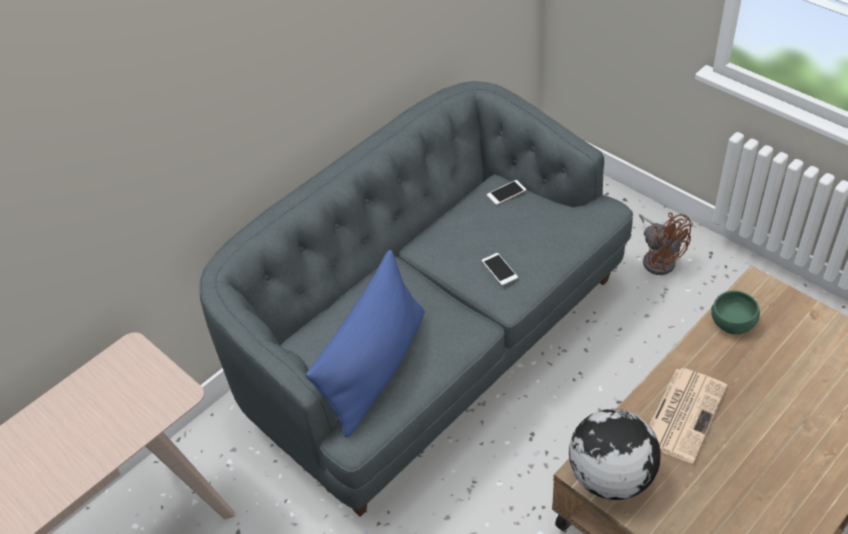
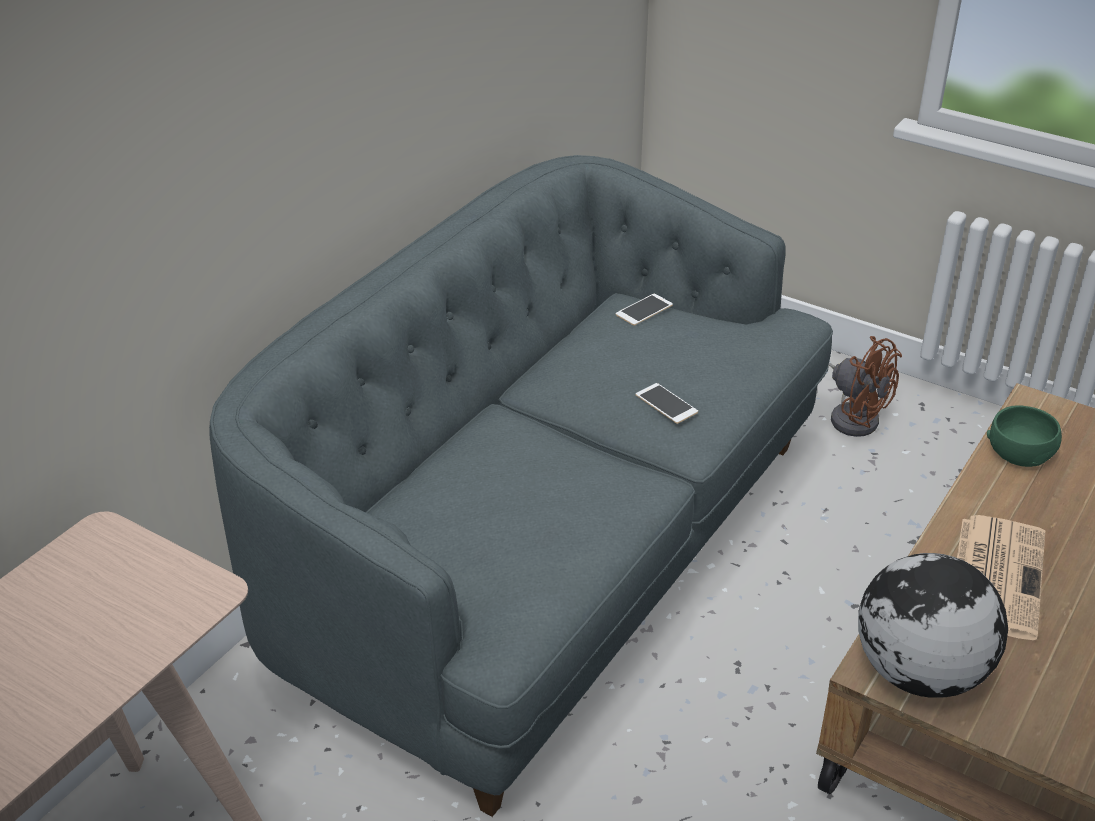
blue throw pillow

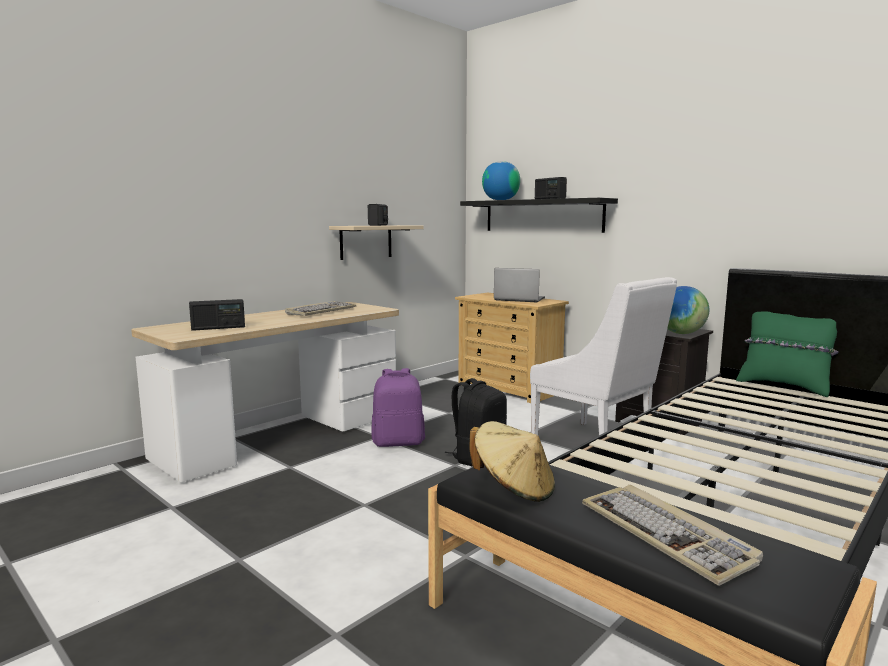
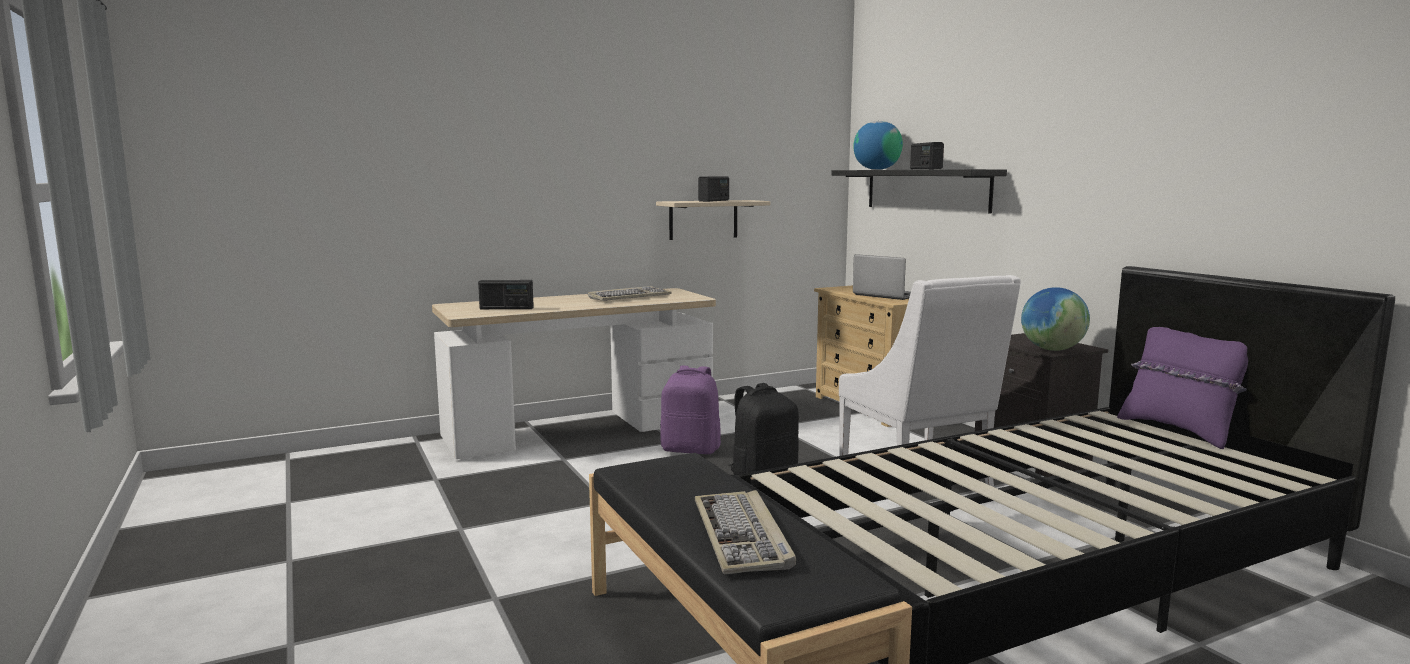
sand-coloured hat; purple throw pillow

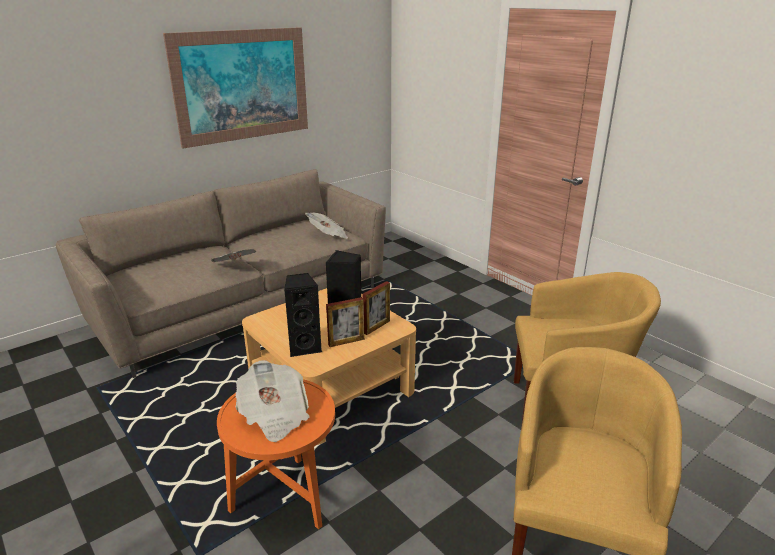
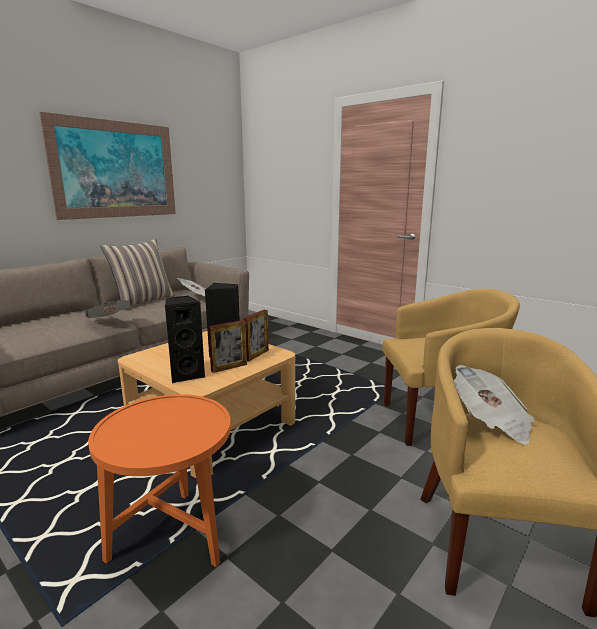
printed paper (3rd from left); throw pillow

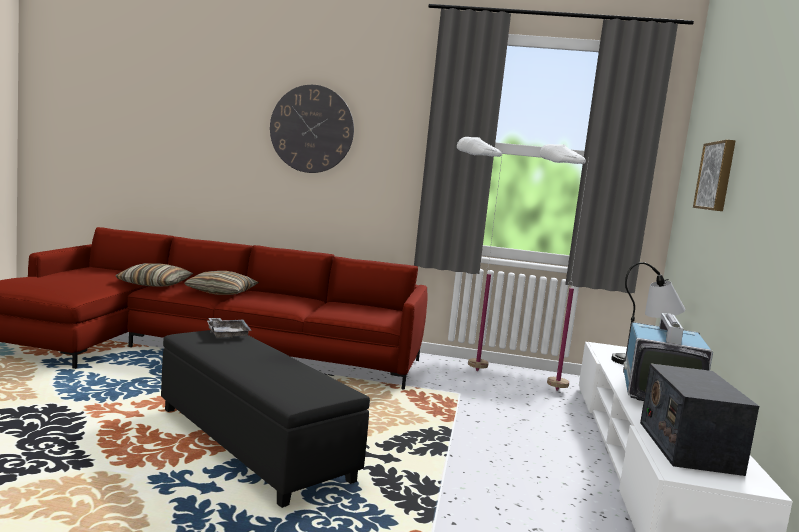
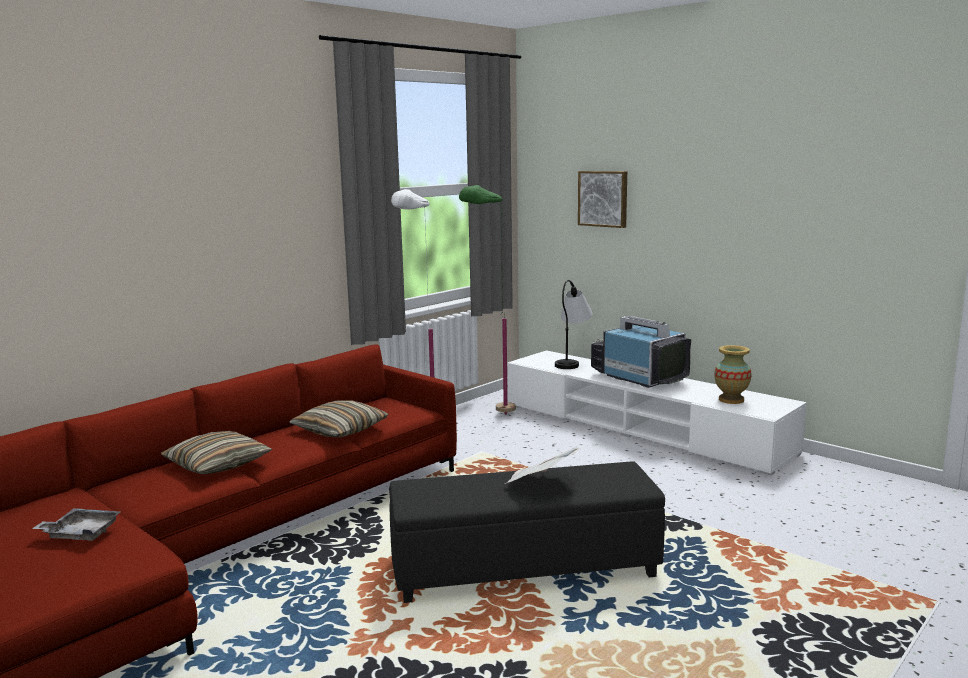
throw pillow (2nd from left); greyish serving tray; clock on the wall; green standard lamp; flower vase; printed paper

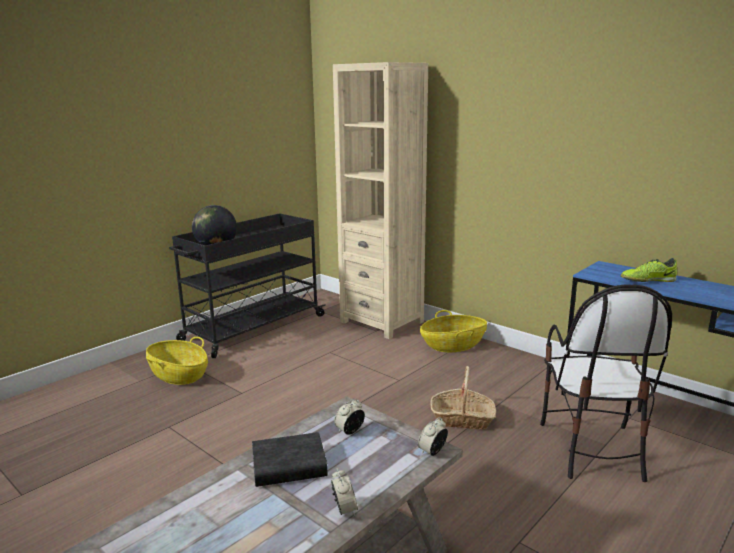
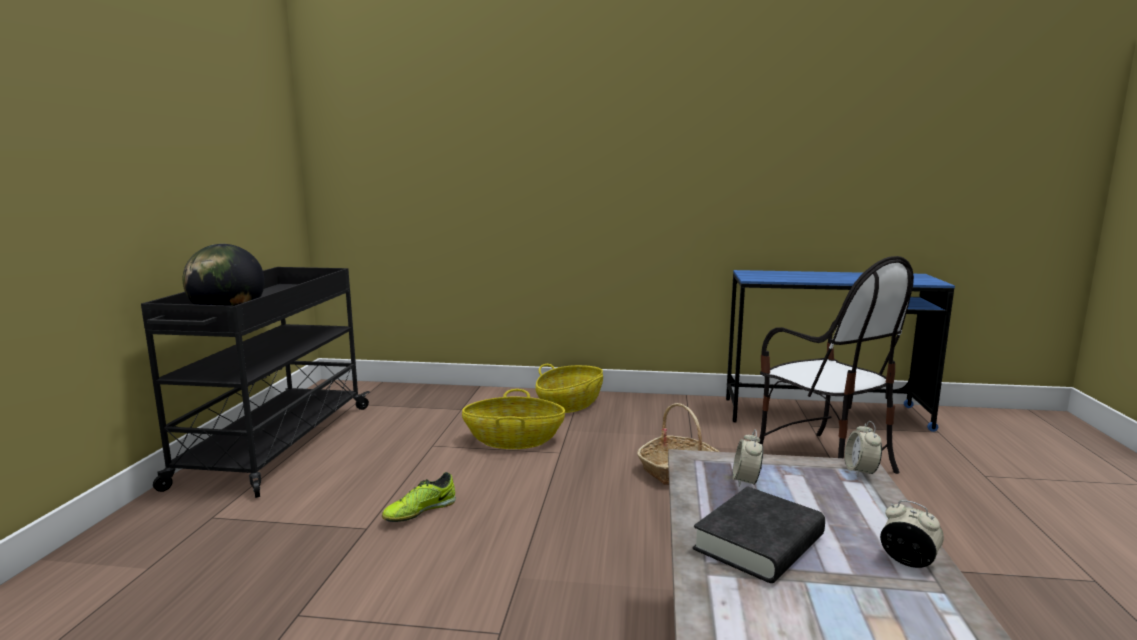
household basket (1st from left); sand-coloured shelving unit; shoe

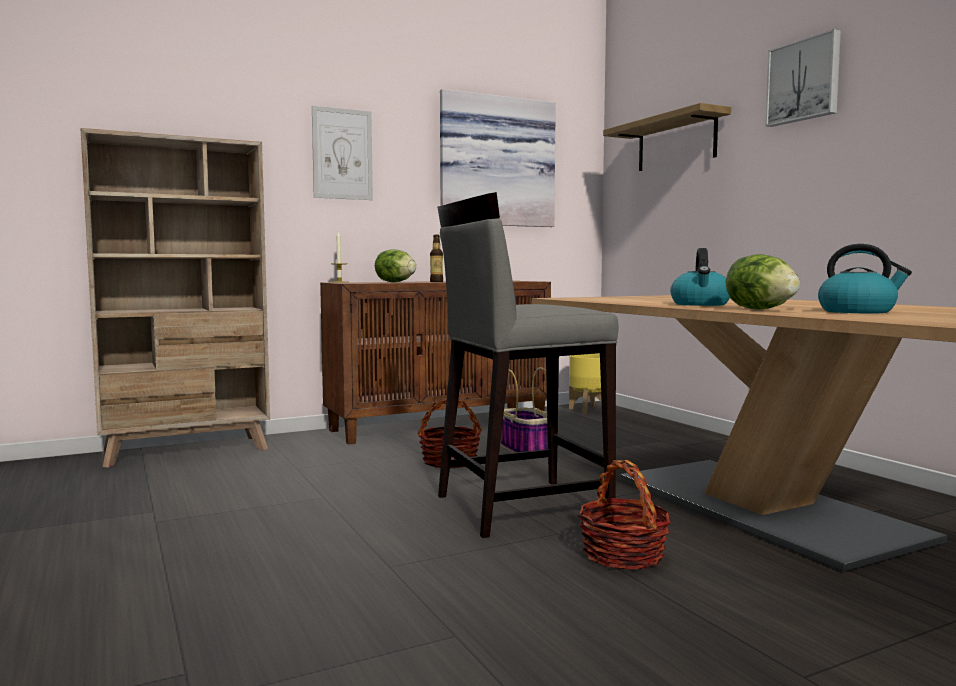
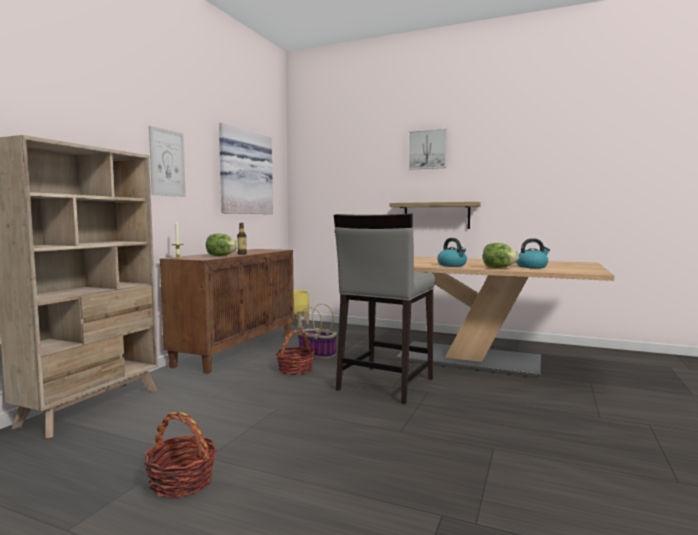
household basket (1st from left); wall shelf

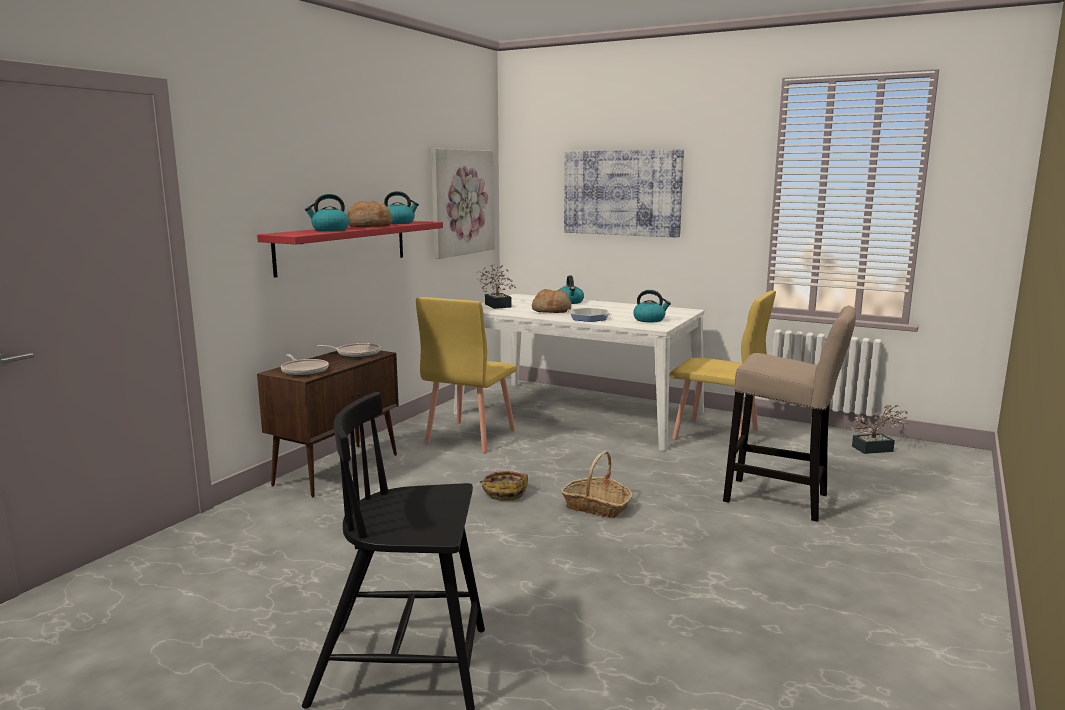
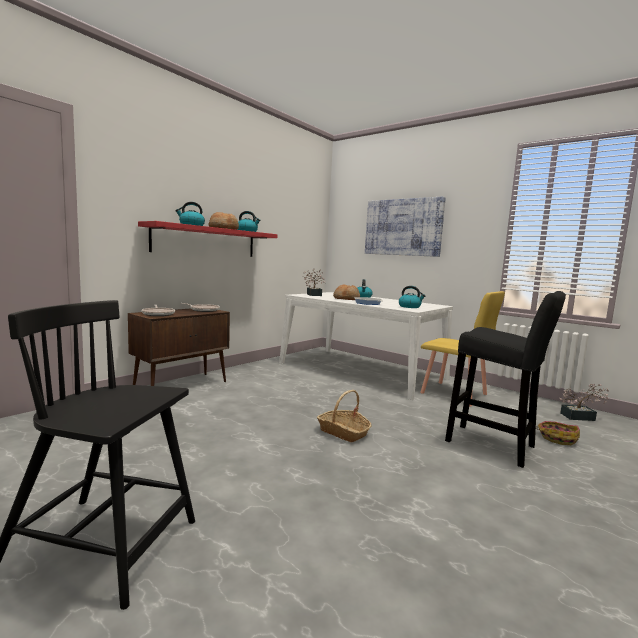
yellow-coloured plain chair (1st from left in the first image); picture (1st from left in the first image); household basket (2nd from left); black-coloured stool

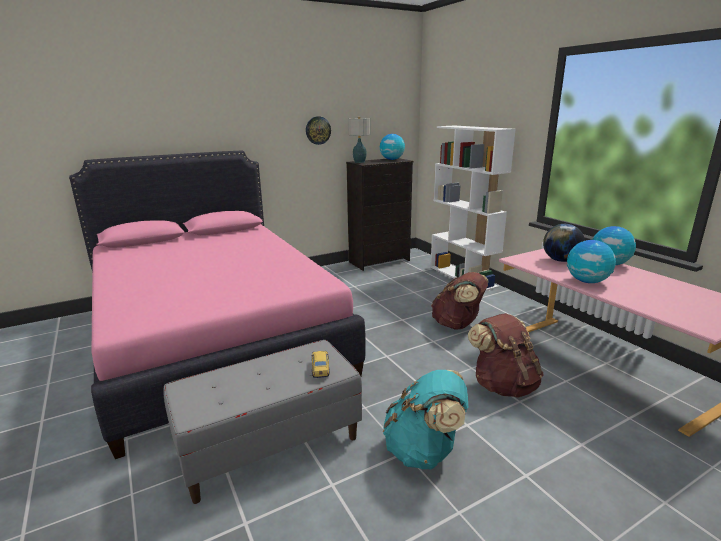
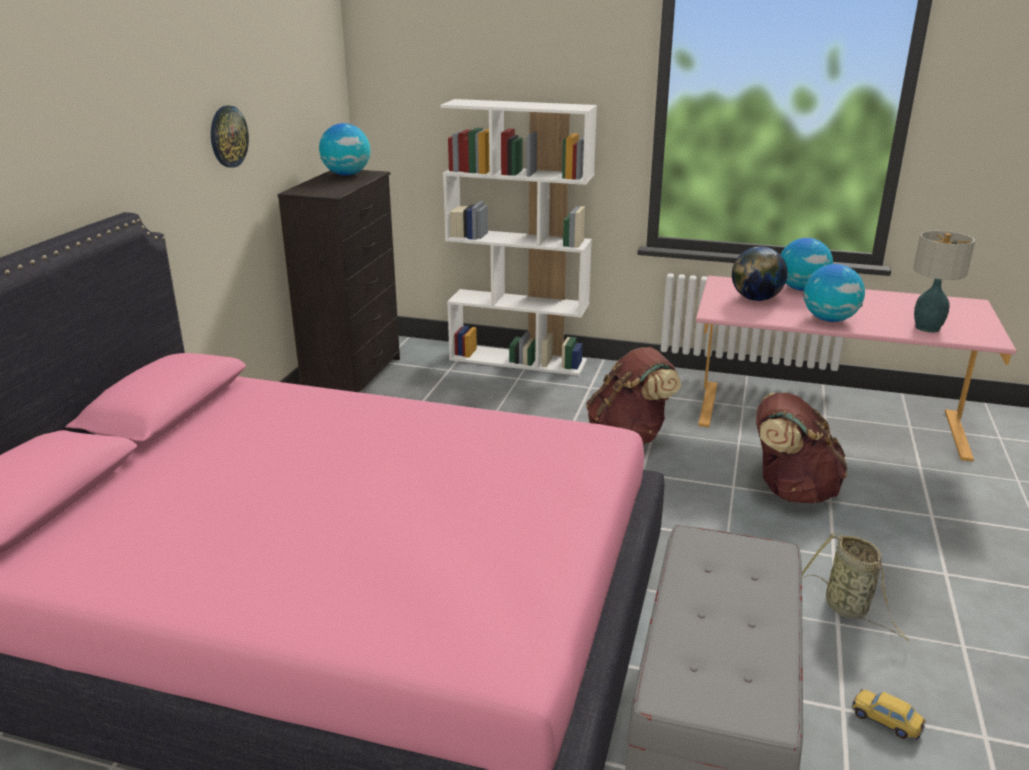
toy car; lamp for a table; household basket

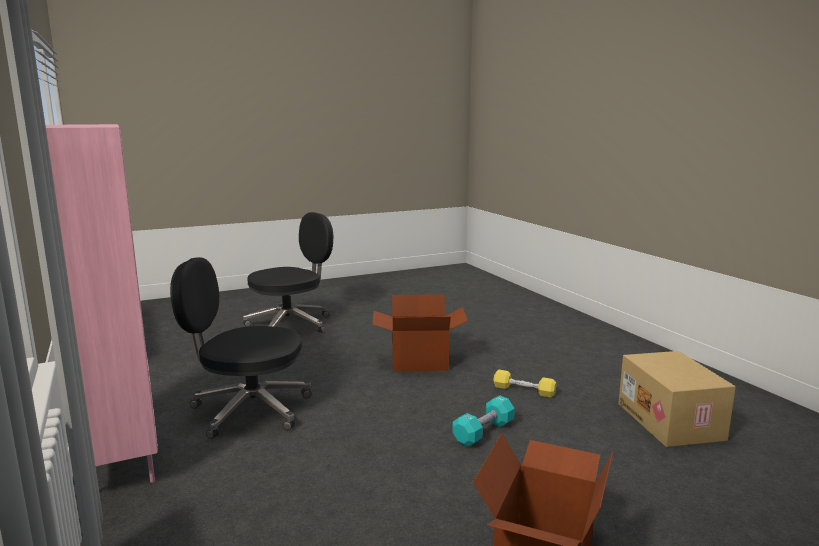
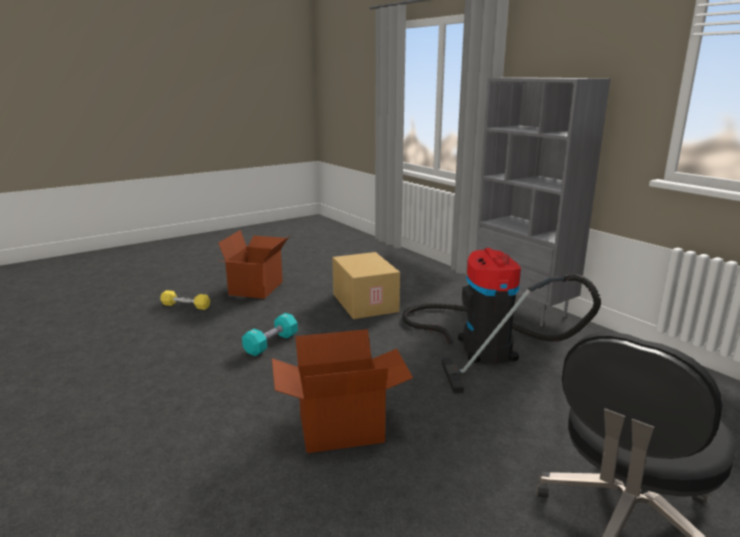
greyish shelving unit; vacuum; yellow-coloured free weight; carton (3rd from left)

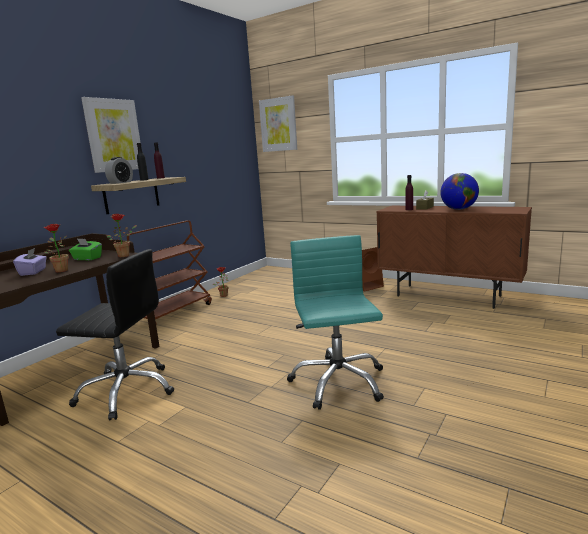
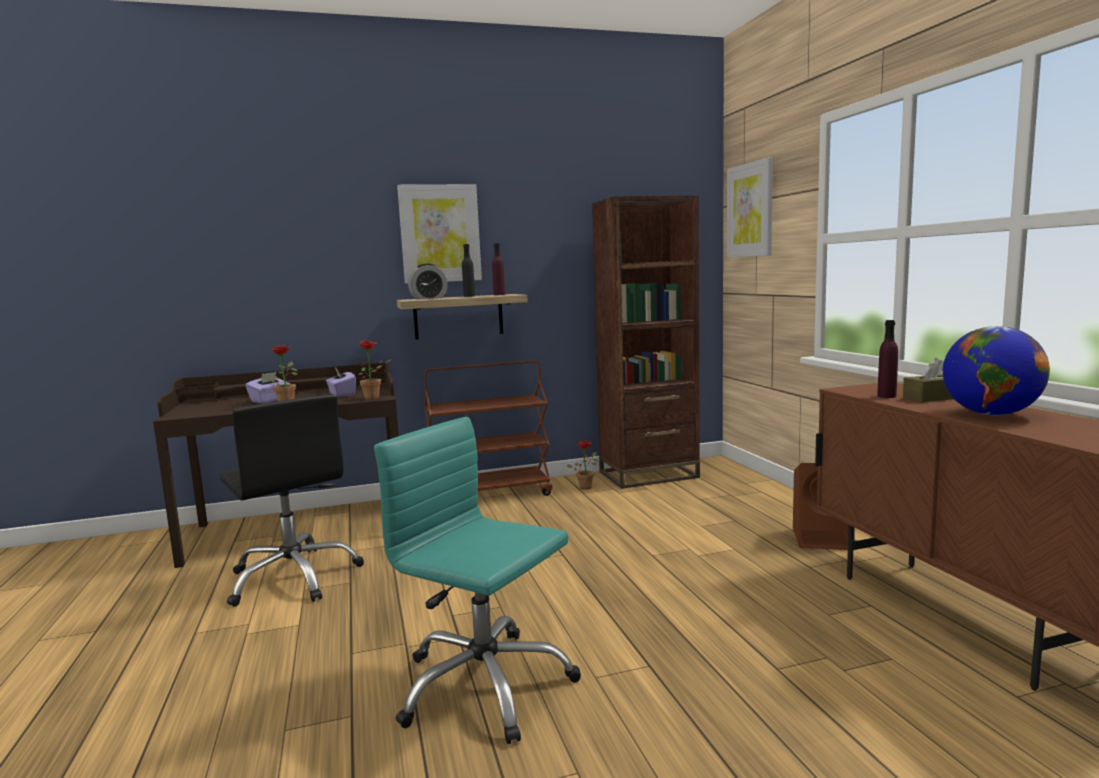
purple tissue holder (2nd from left); blue-green office chair; brown shelving unit

